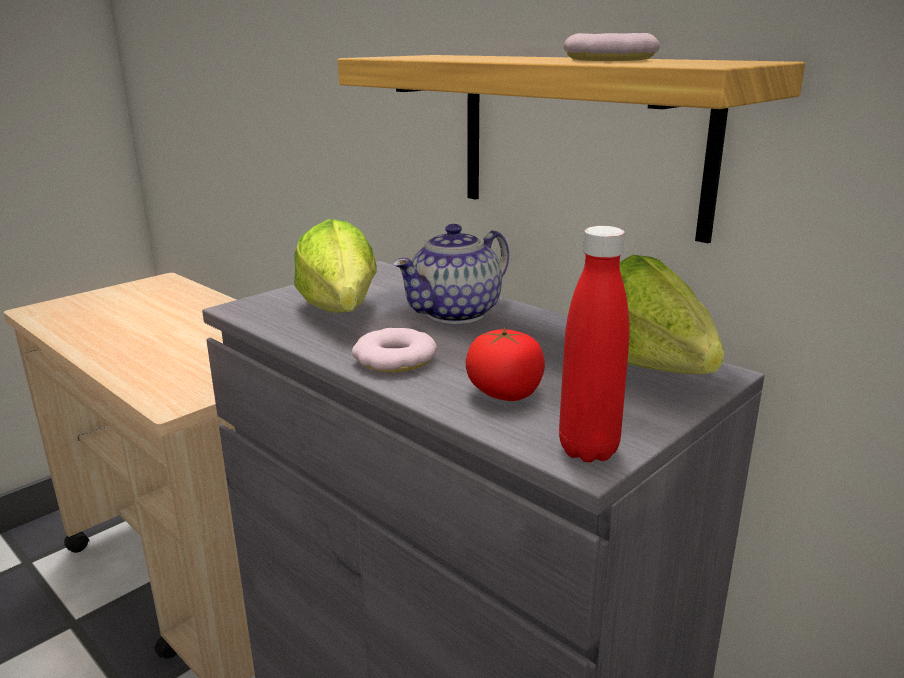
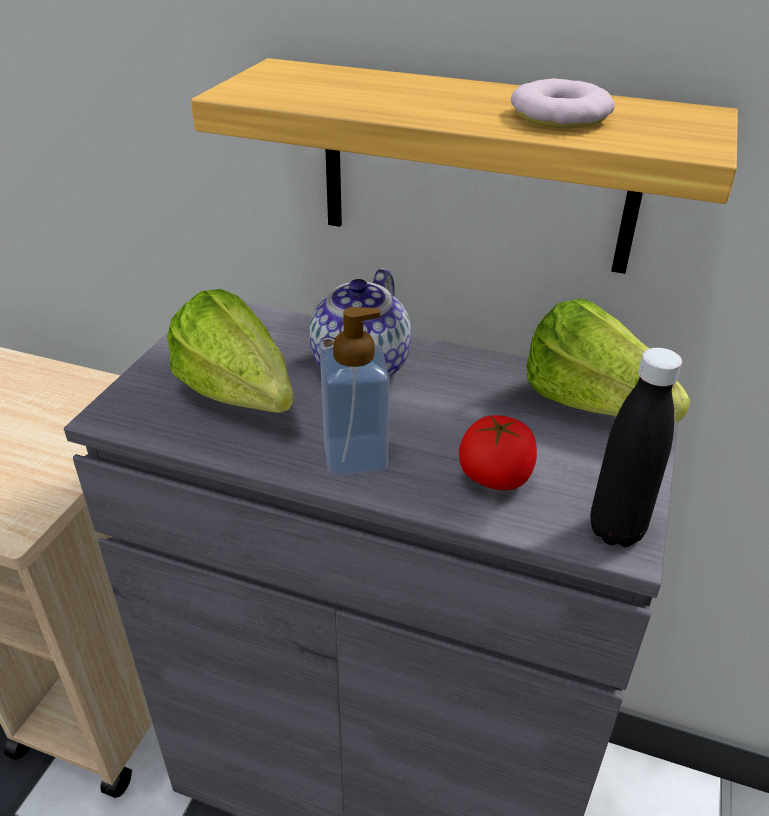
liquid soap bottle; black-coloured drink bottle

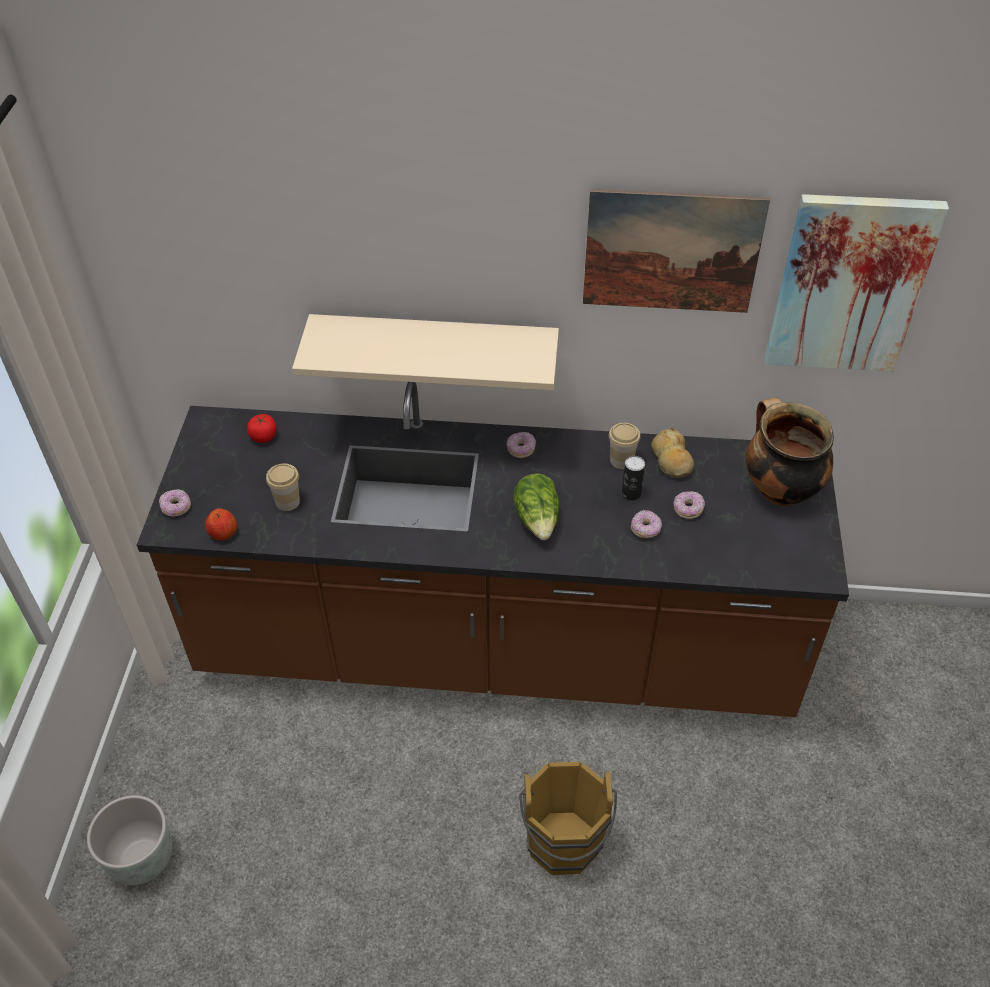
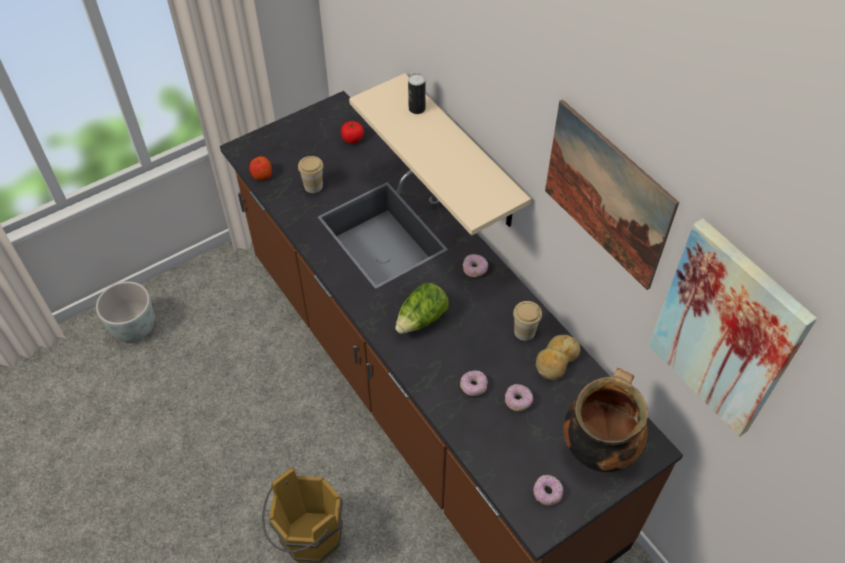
doughnut (4th from left); sealed can

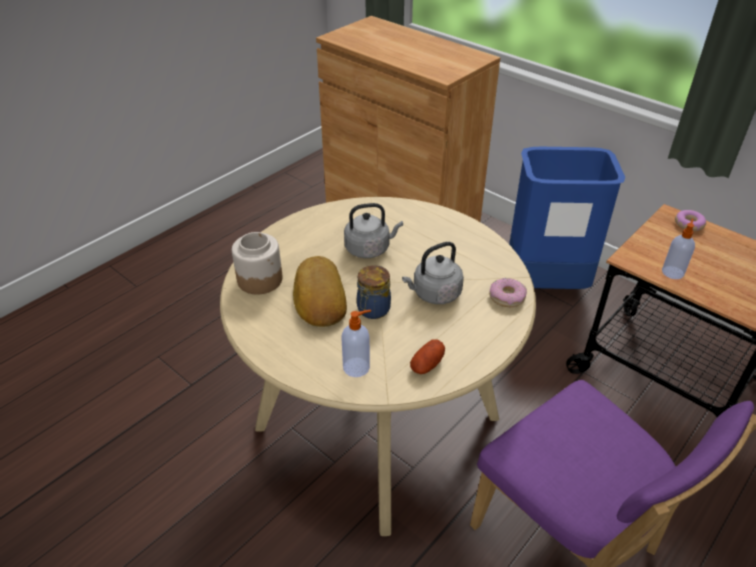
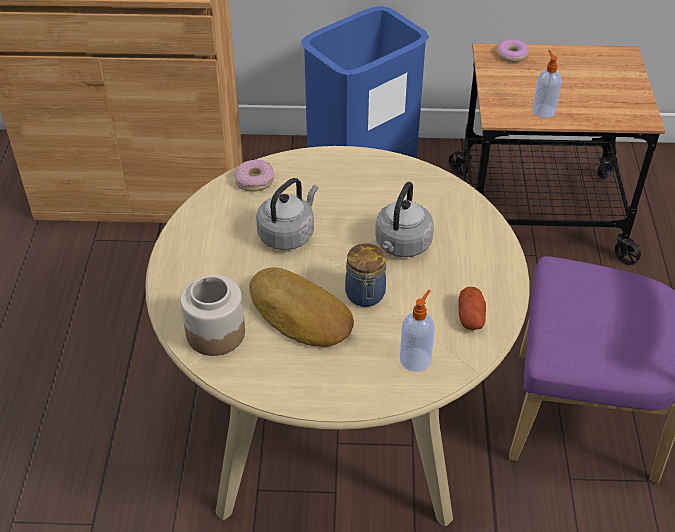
doughnut (1st from left)

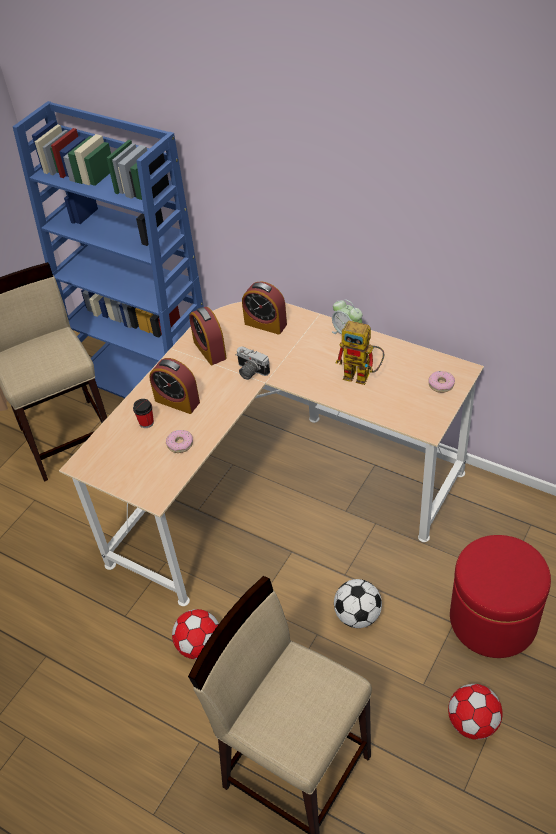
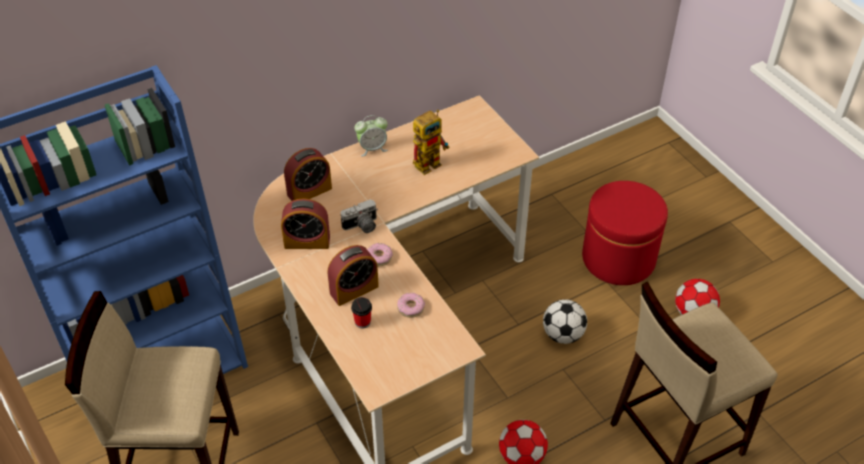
doughnut (1st from left)

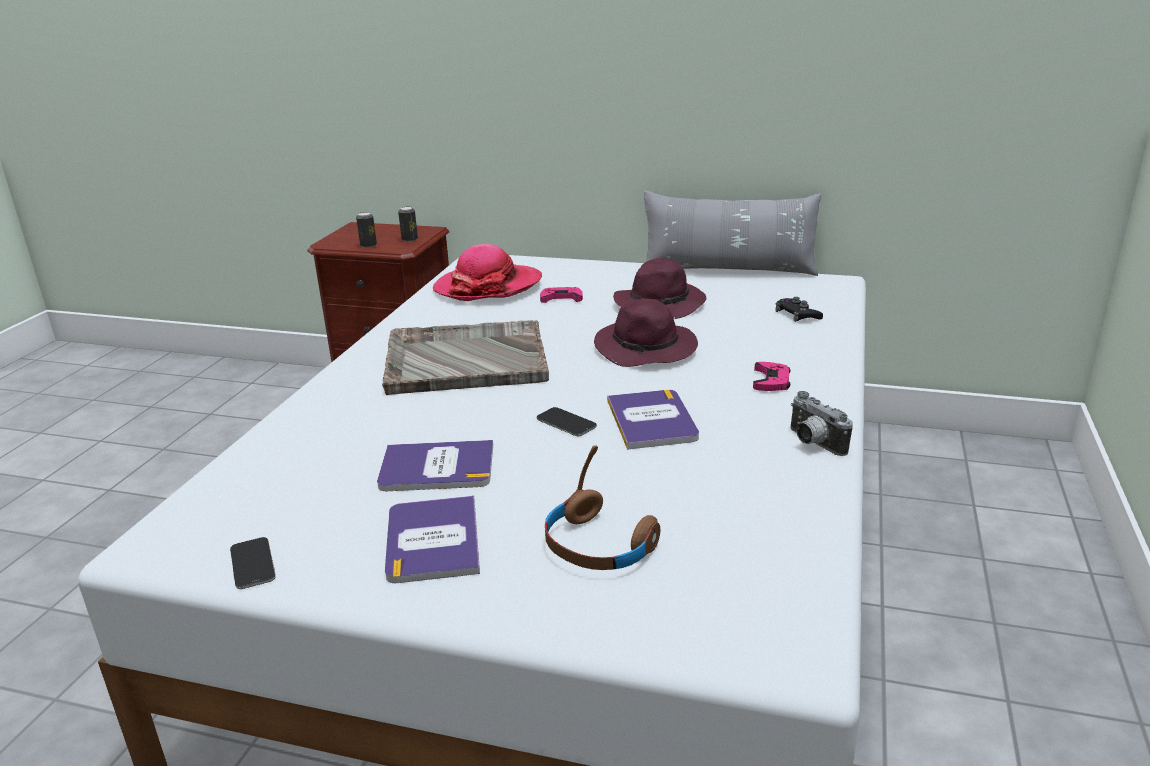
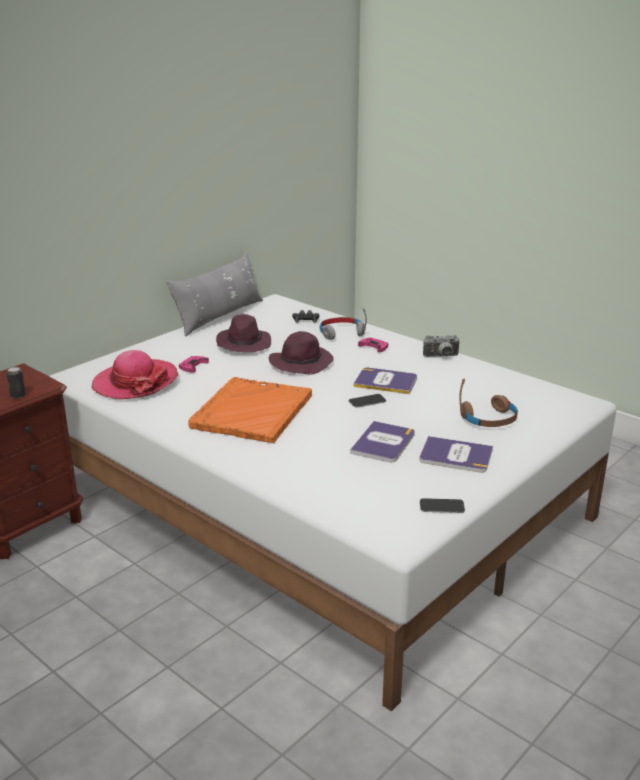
orange-coloured serving tray; sealed can (2nd from left in the first image); greyish headphones

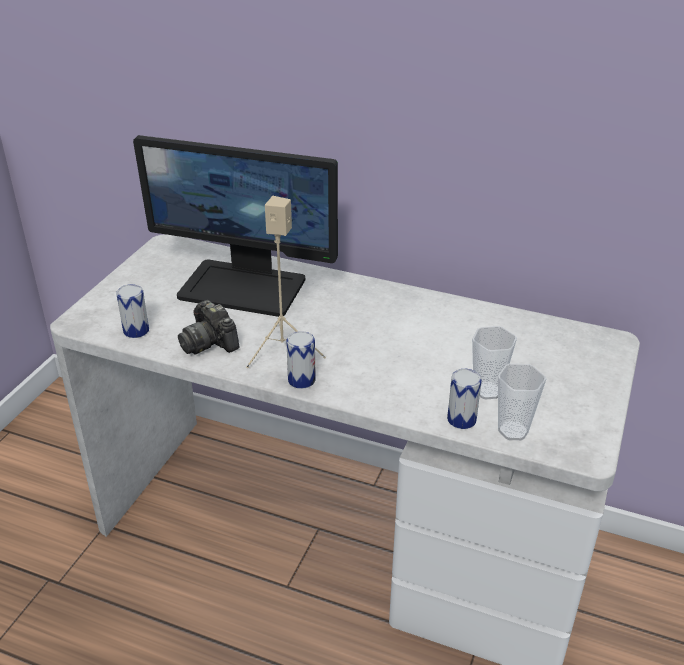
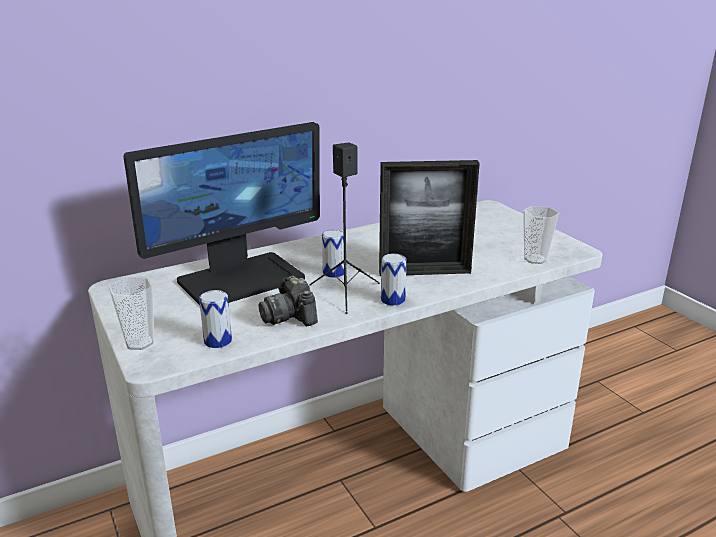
still camera; black-coloured audio speaker; sealed can (2nd from left); small cup (1st from left); picture frame

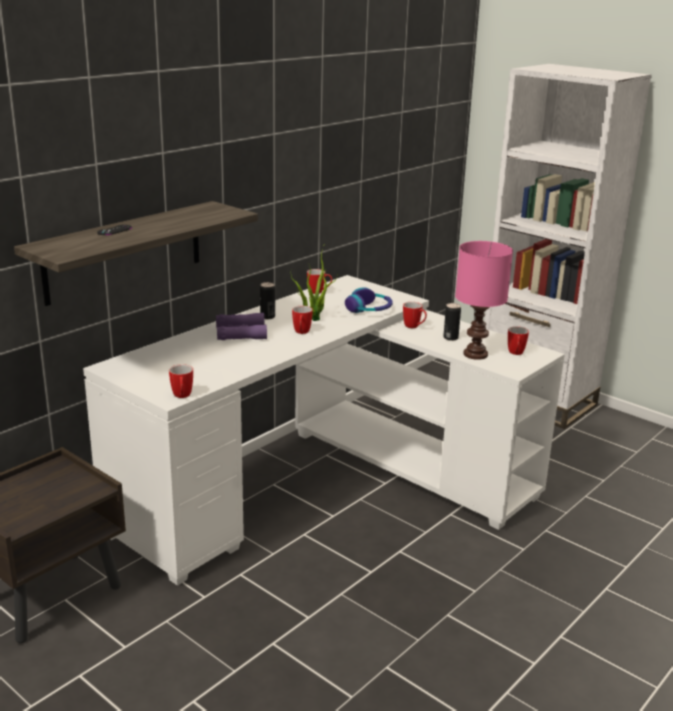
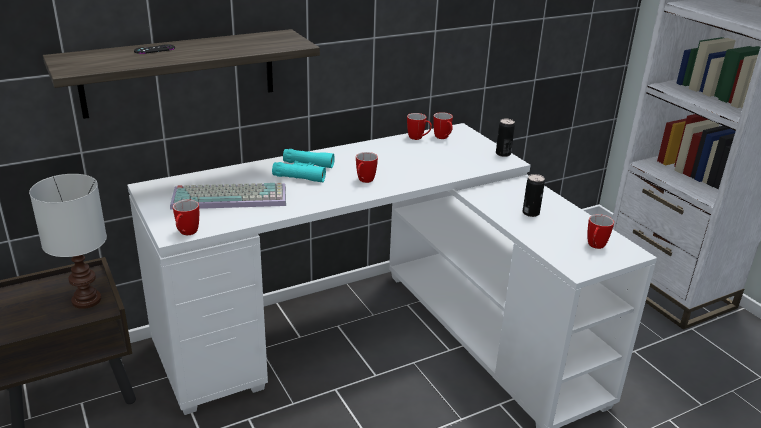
blue-green binoculars; sealed can (1st from left); potted plant; headphones; mug (4th from left); pink-coloured lamp for a table; whitish lamp for a table; computer keyboard

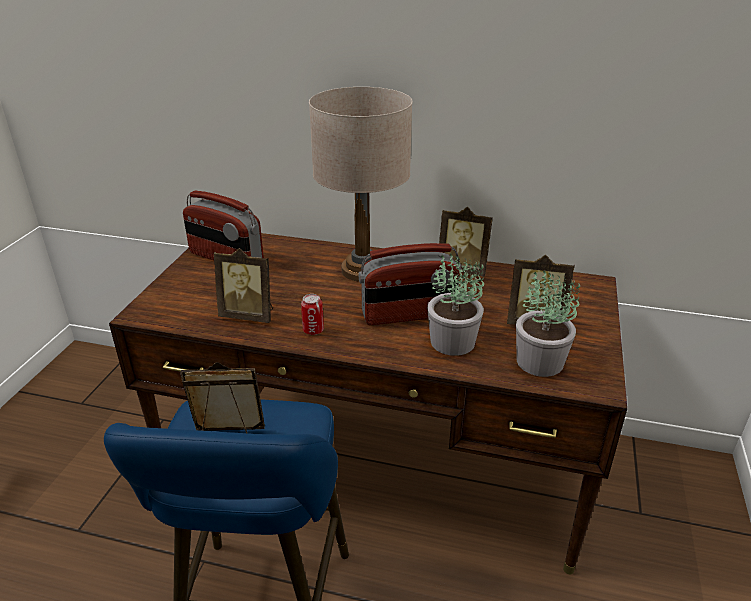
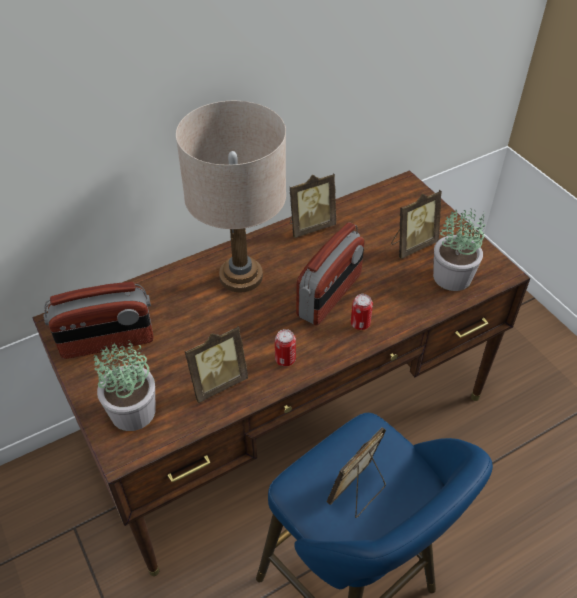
potted plant (1st from left); sealed can (2nd from left)

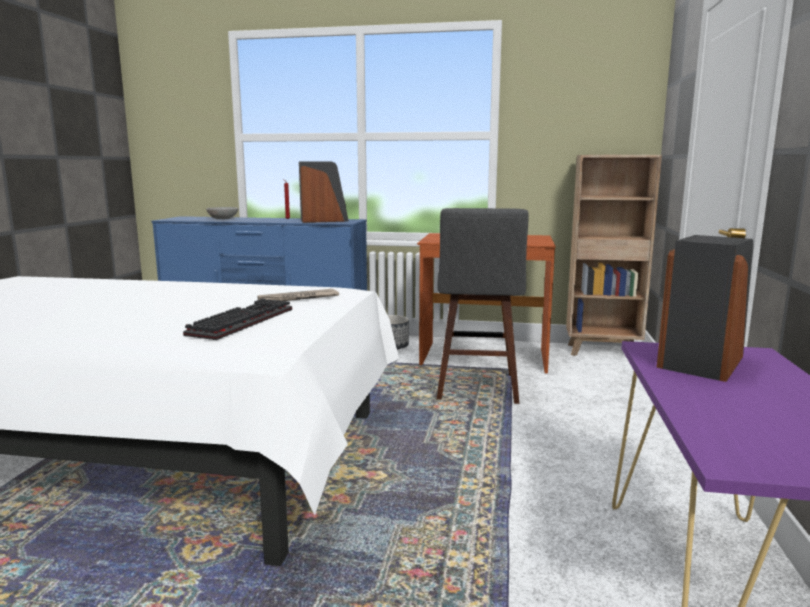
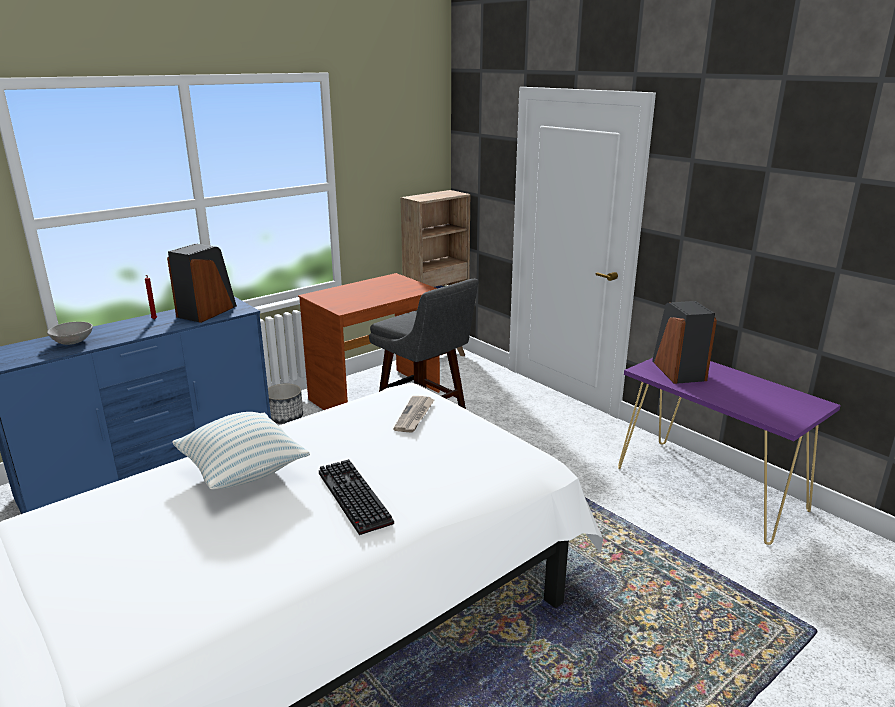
computer keyboard; throw pillow

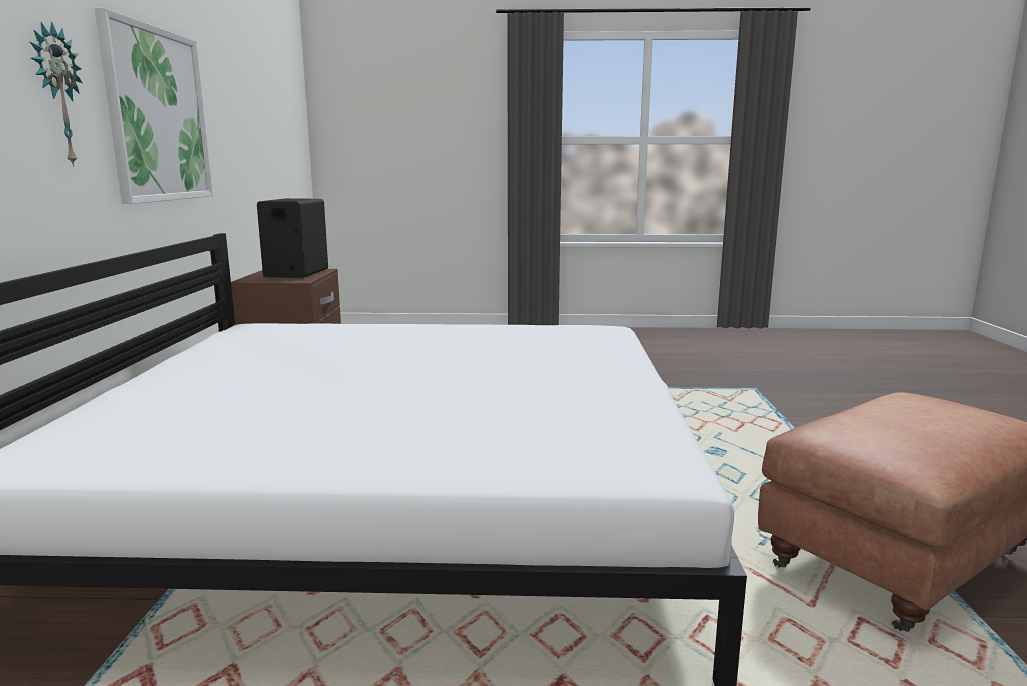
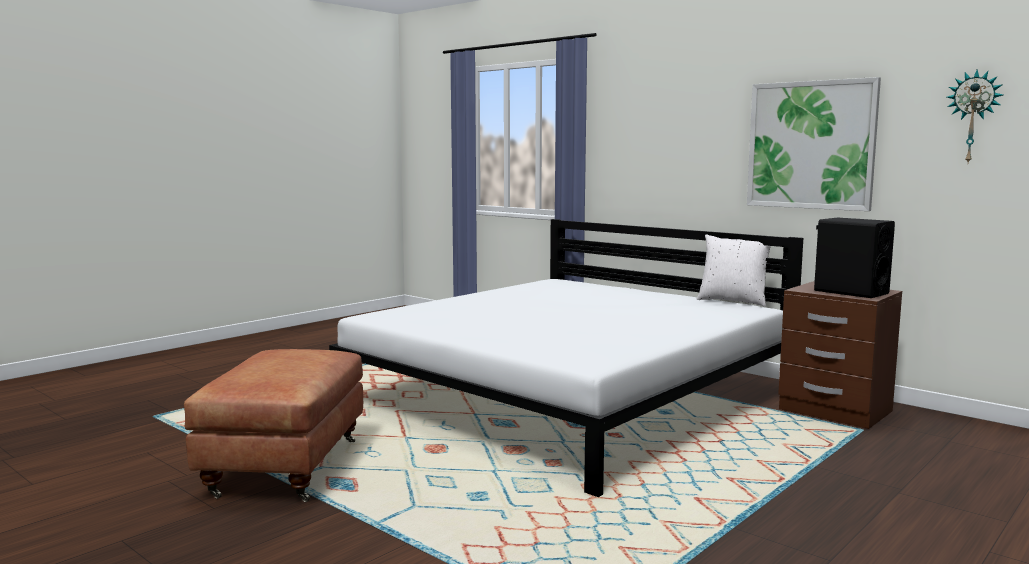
clock on the wall; whitish throw pillow

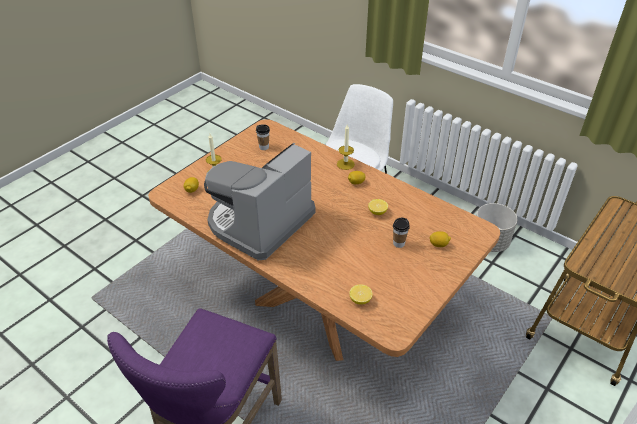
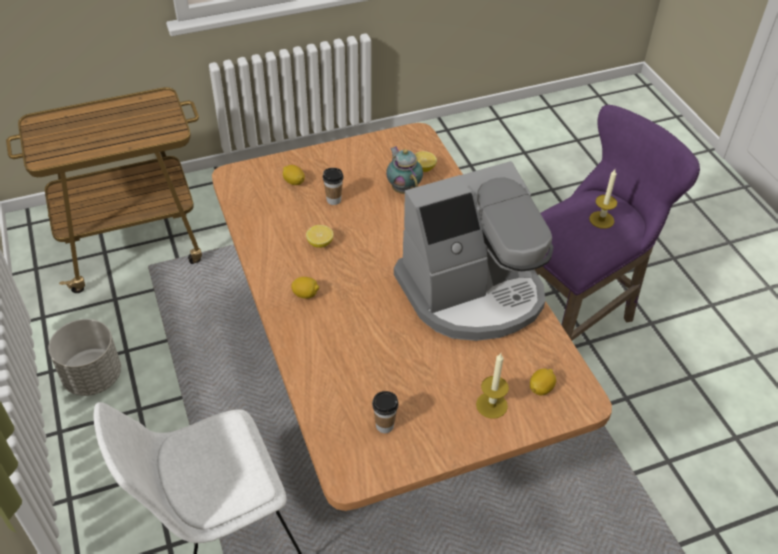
wax light (2nd from left); pot for tea

